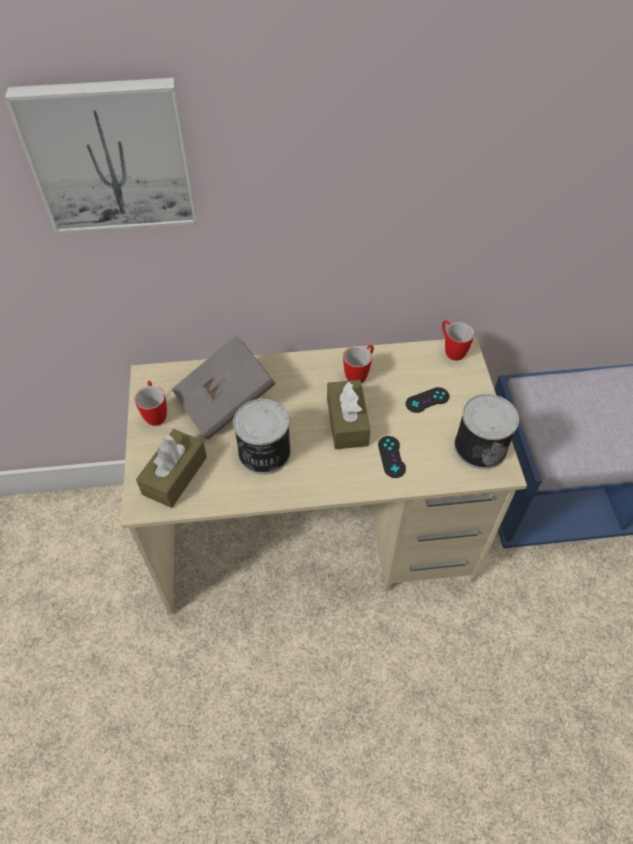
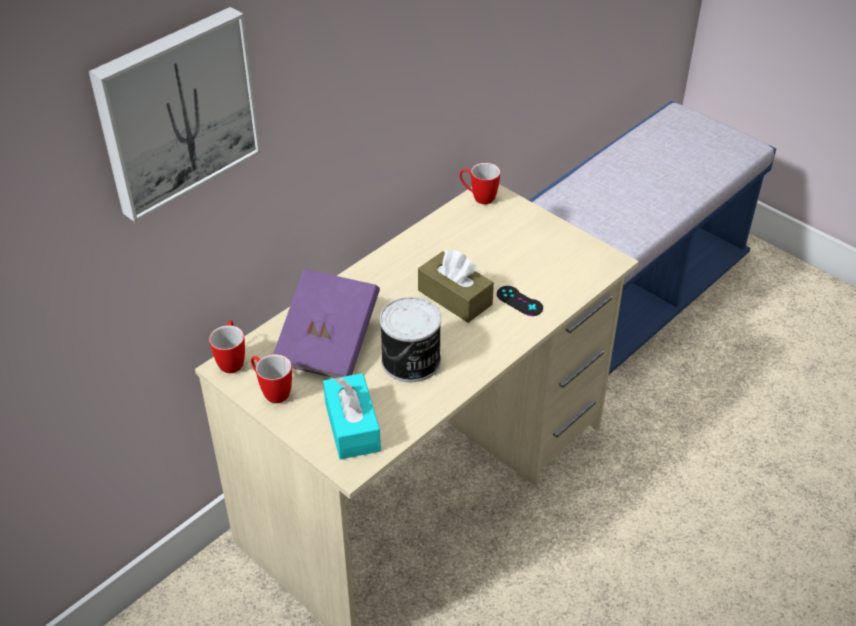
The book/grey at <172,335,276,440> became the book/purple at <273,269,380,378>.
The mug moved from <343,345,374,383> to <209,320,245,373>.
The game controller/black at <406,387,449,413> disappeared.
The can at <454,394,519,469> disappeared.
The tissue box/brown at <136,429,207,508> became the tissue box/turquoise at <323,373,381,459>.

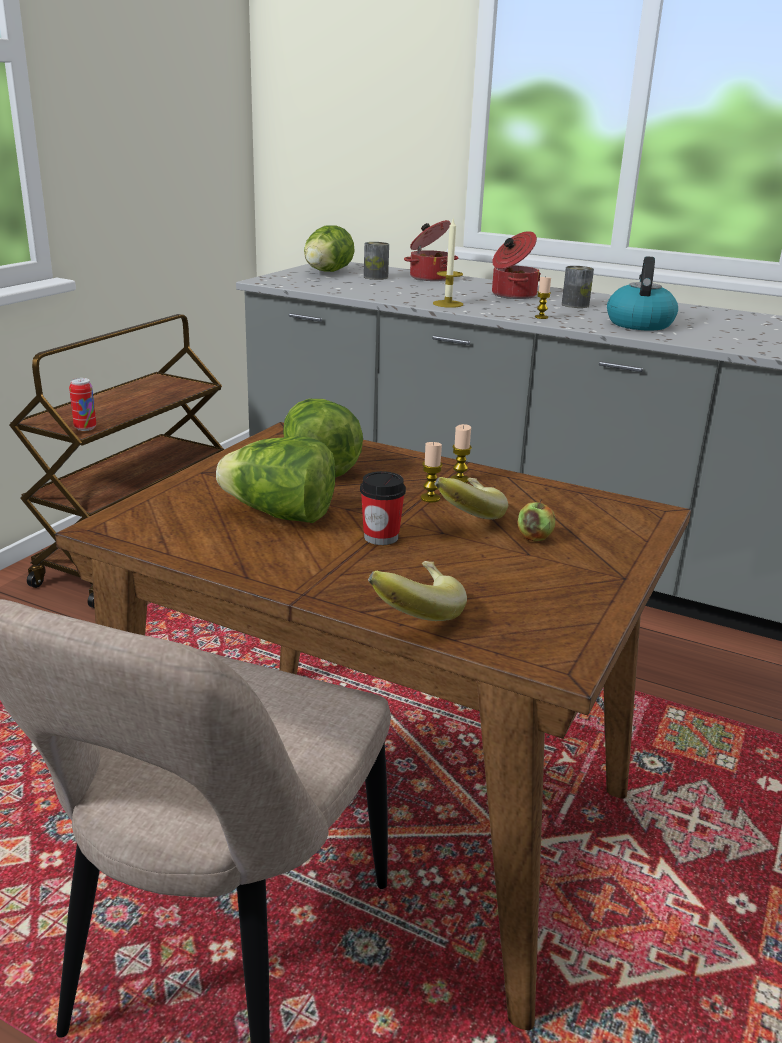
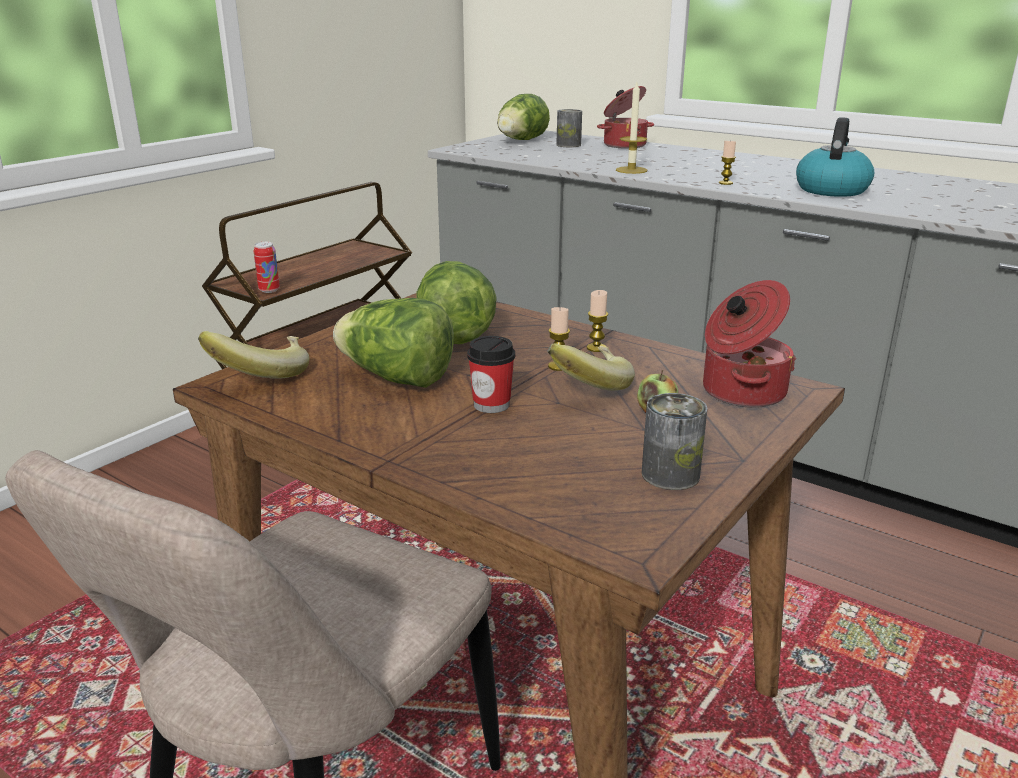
The cooking pot moved from <492,231,541,299> to <703,280,796,408>.
The can moved from <562,266,594,308> to <642,393,708,490>.
The banana moved from <368,561,467,621> to <198,331,310,379>.

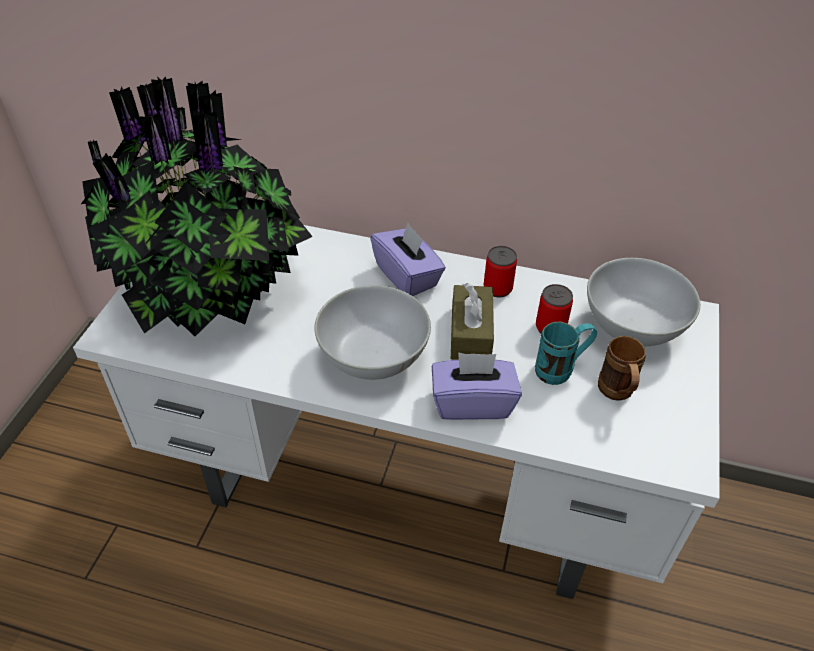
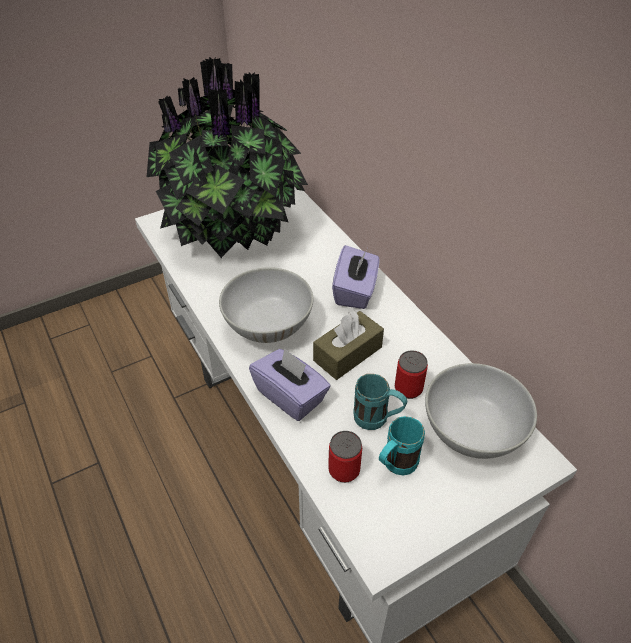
The can moved from <484,246,517,297> to <328,431,362,483>.
The mug/brown at <598,336,646,401> became the mug/turquoise at <379,416,425,475>.

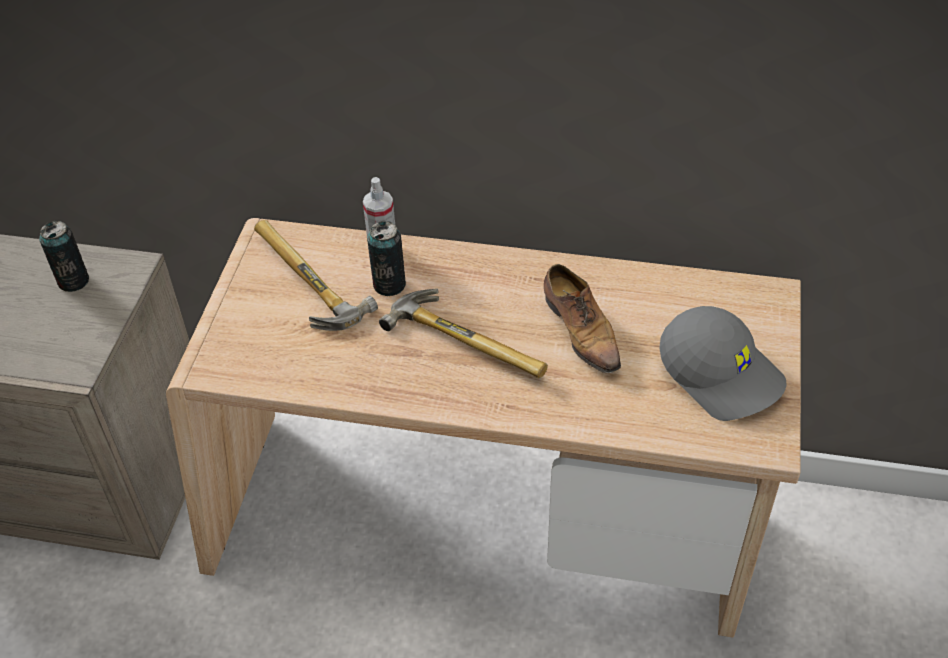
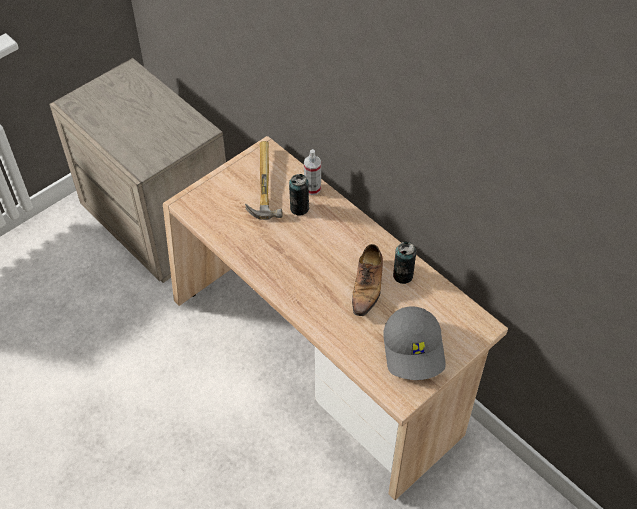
The can moved from <39,221,89,292> to <393,241,416,284>.
The hammer at <379,289,548,378> disappeared.

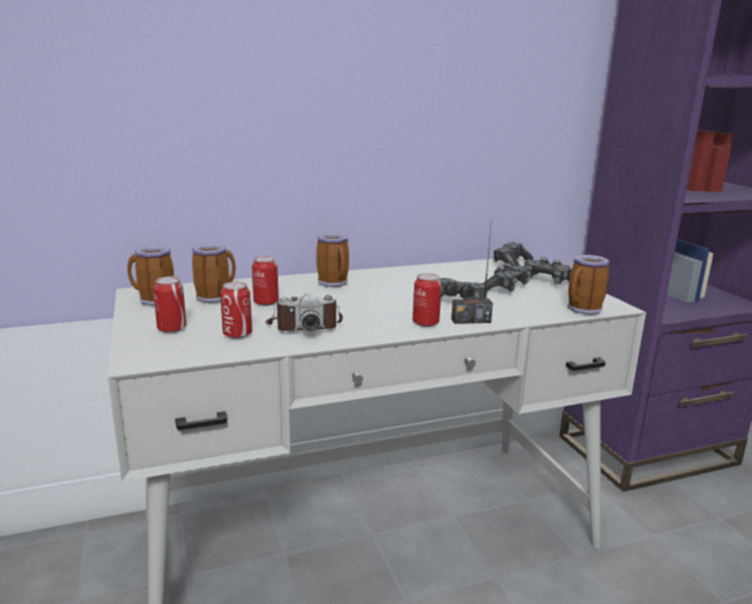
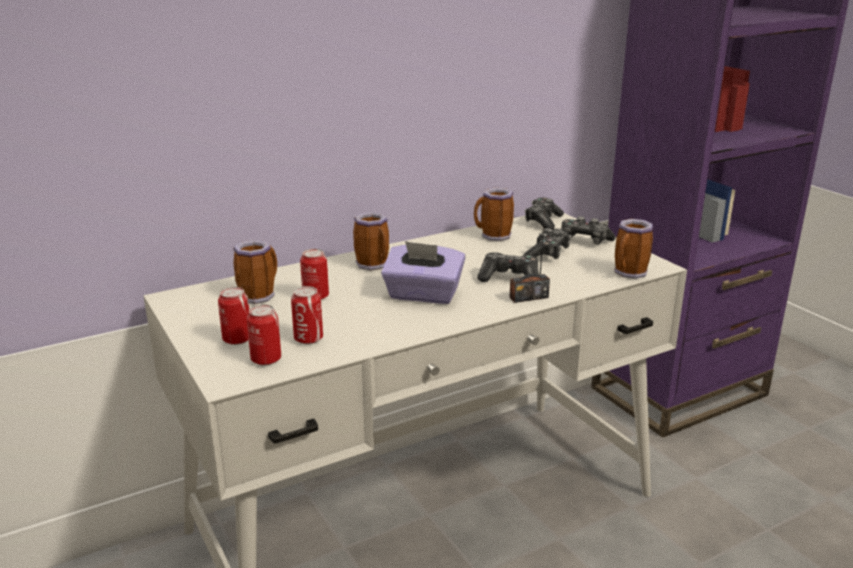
The mug moved from <127,246,174,306> to <474,188,514,241>.
The can moved from <413,273,441,327> to <247,304,281,365>.
The photo camera at <265,293,343,331> disappeared.
The tissue box/purple at <381,241,465,304> appeared.

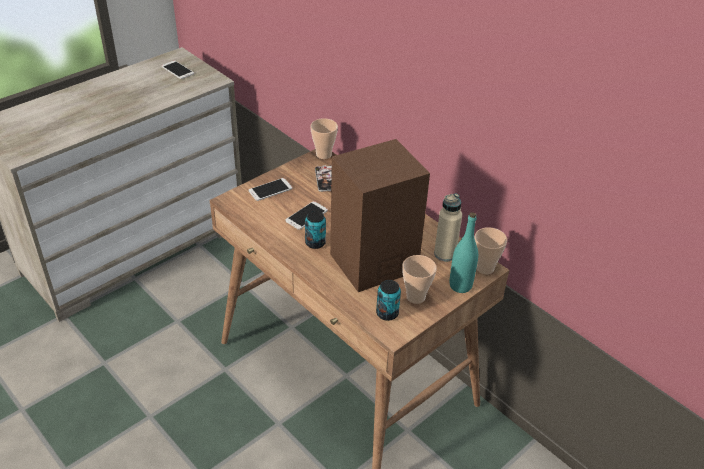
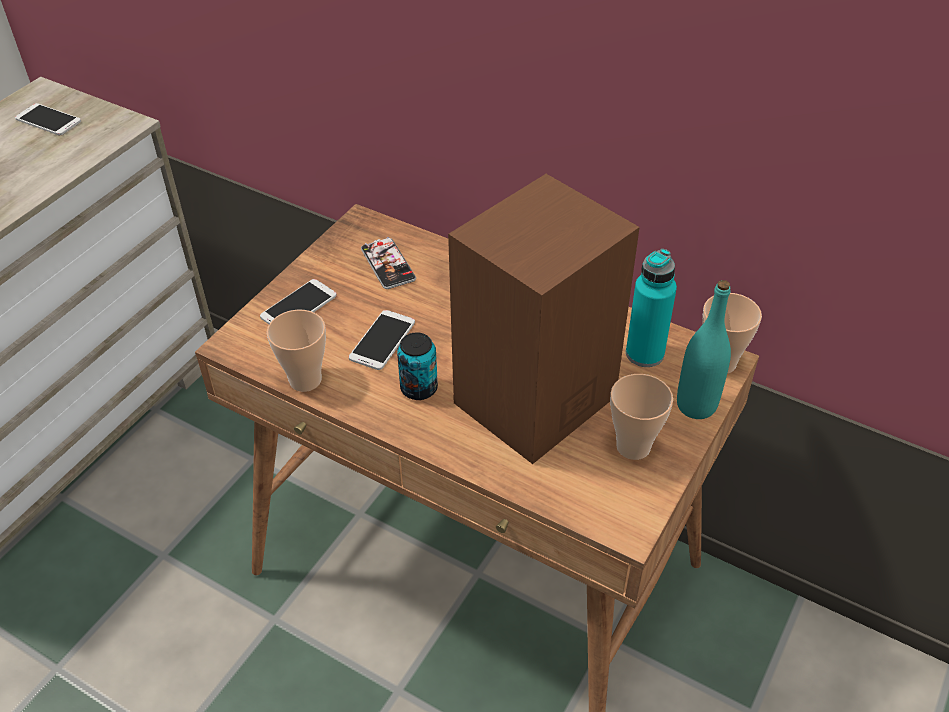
The cup moved from <310,118,338,159> to <267,310,326,392>.
The bottle/beige at <434,193,462,261> became the bottle/turquoise at <626,249,677,367>.
The can at <376,280,401,321> disappeared.

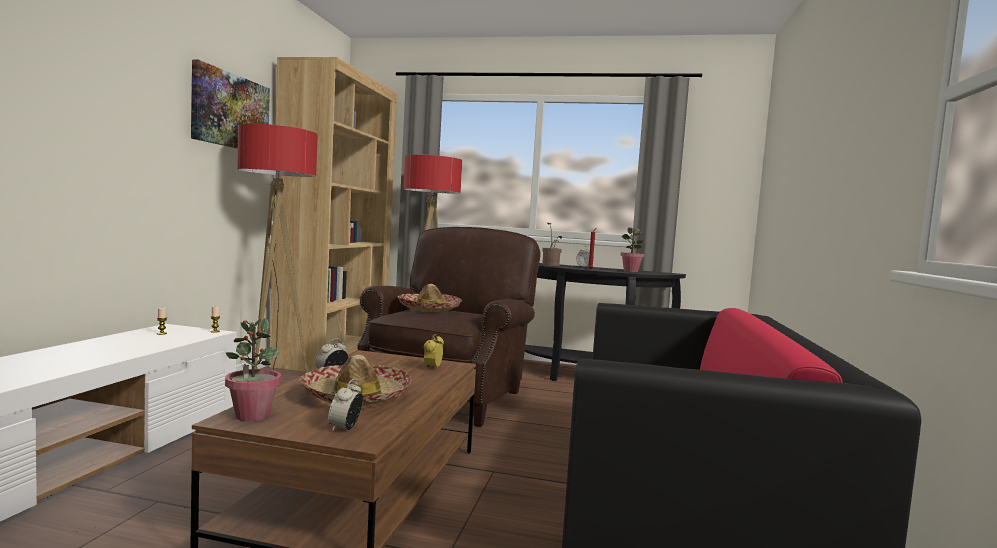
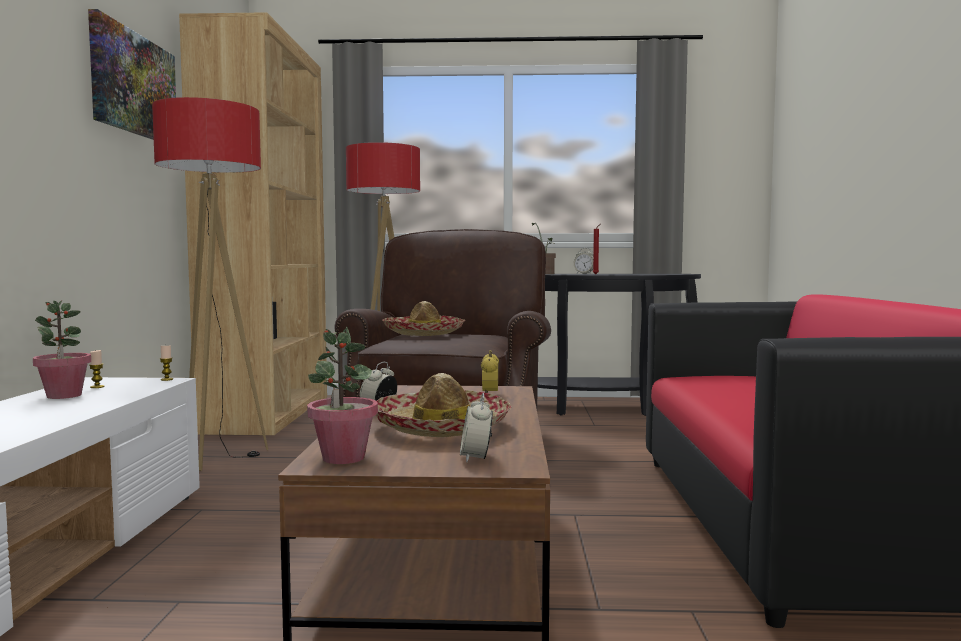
The potted plant moved from <621,228,644,272> to <33,300,91,399>.

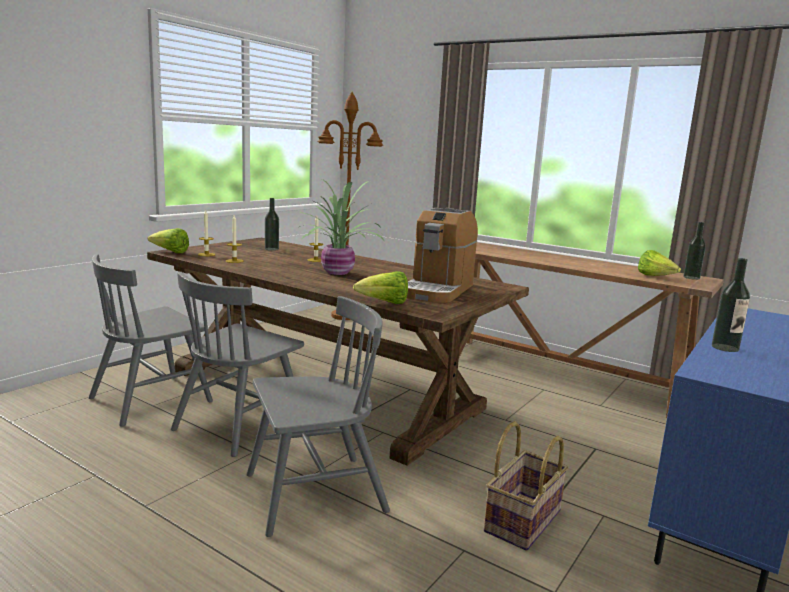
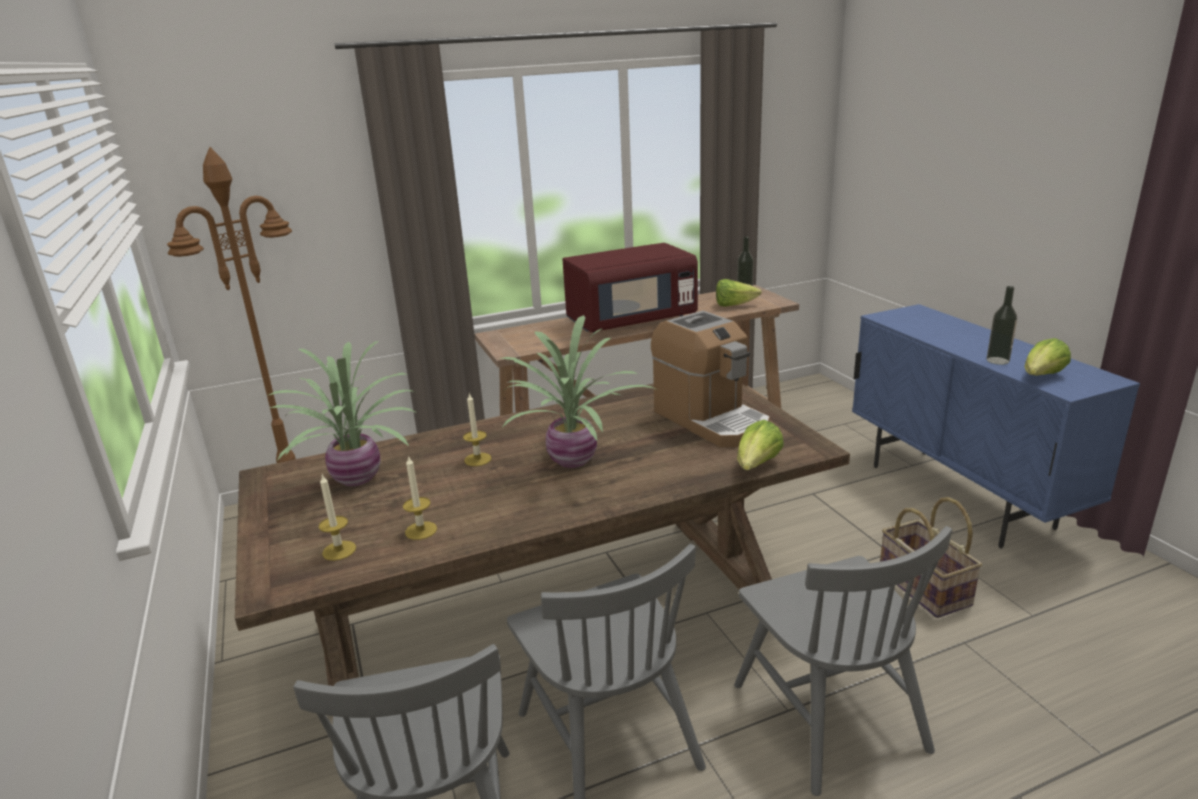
The bottle at <265,198,279,251> was replaced by the potted plant at <269,341,417,486>.
The lettuce moved from <148,228,189,253> to <1025,338,1071,376>.
The chair/grey at <247,296,390,537> turned 150 degrees clockwise.
The microwave/red at <562,243,698,333> appeared.

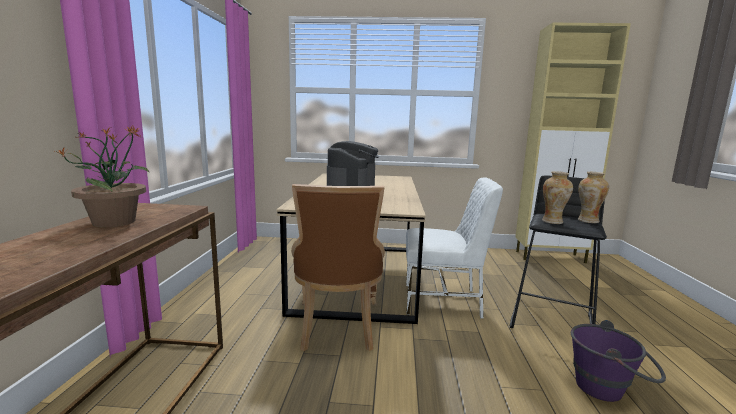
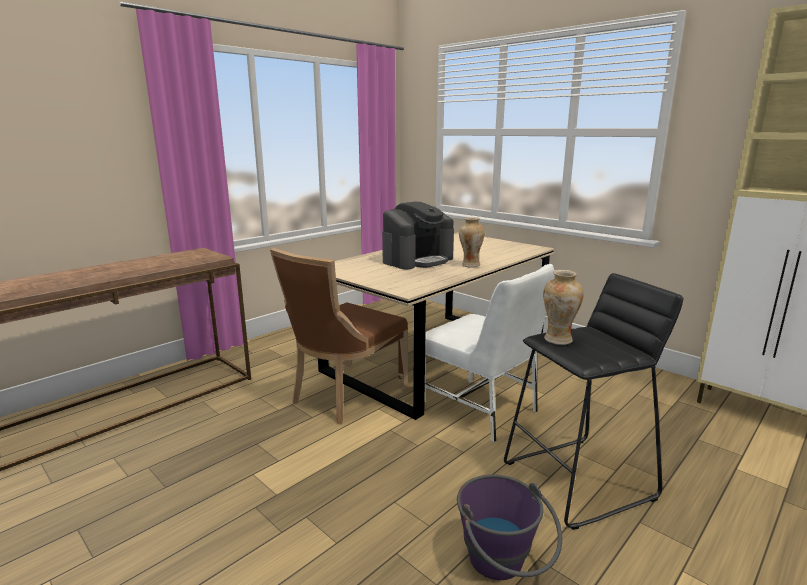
The potted plant at <55,126,150,227> disappeared.
The vase moved from <578,172,609,223> to <459,217,485,267>.

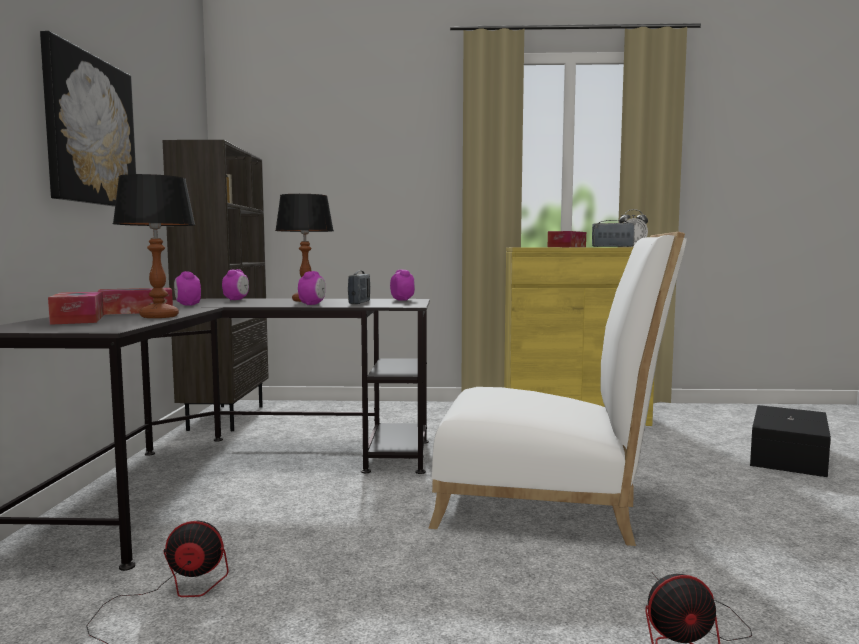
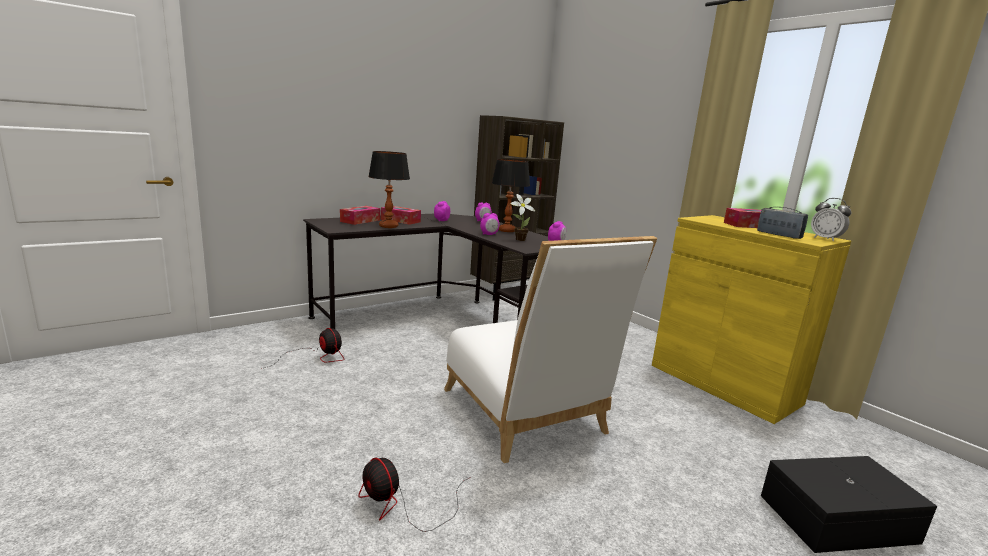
The picture at <40,31,136,207> disappeared.
The radio at <348,271,370,304> was replaced by the potted plant at <510,194,535,241>.

